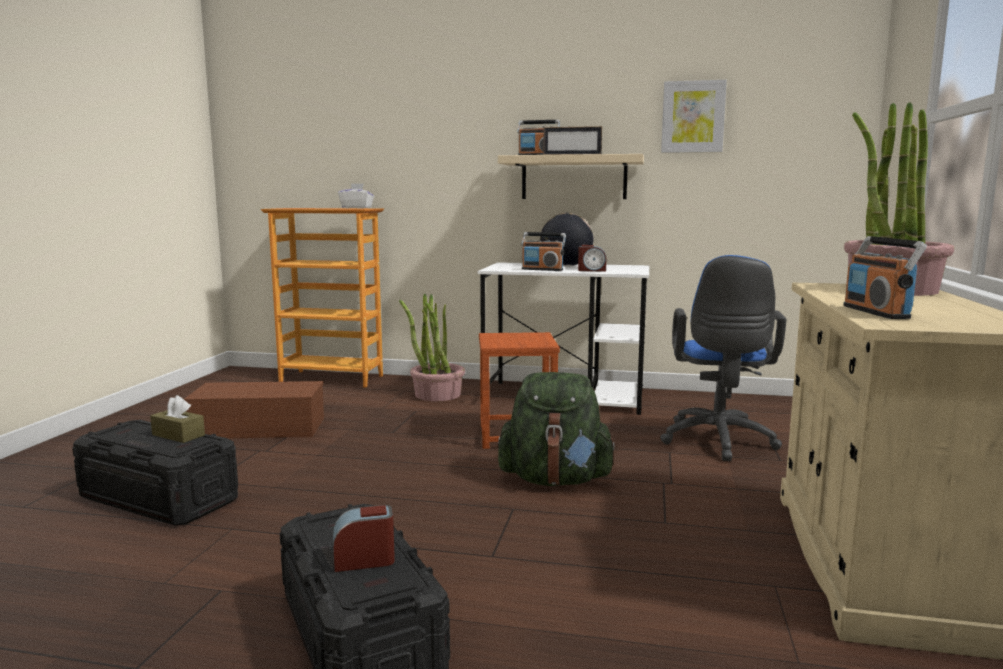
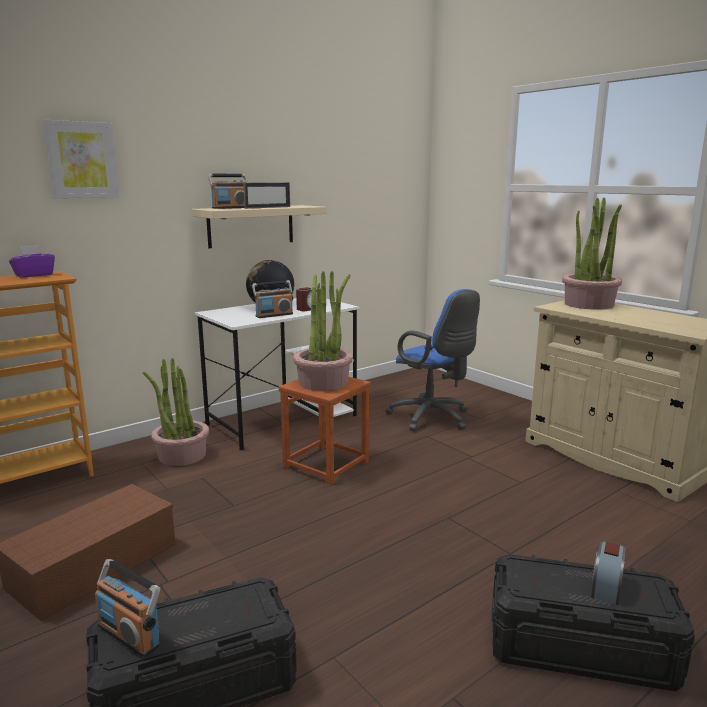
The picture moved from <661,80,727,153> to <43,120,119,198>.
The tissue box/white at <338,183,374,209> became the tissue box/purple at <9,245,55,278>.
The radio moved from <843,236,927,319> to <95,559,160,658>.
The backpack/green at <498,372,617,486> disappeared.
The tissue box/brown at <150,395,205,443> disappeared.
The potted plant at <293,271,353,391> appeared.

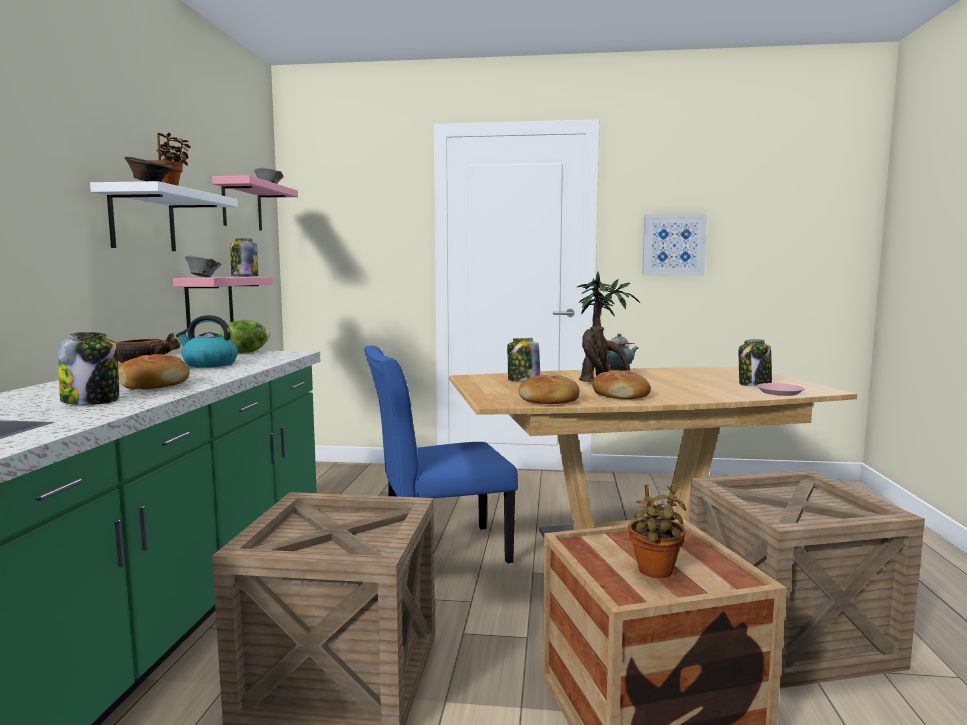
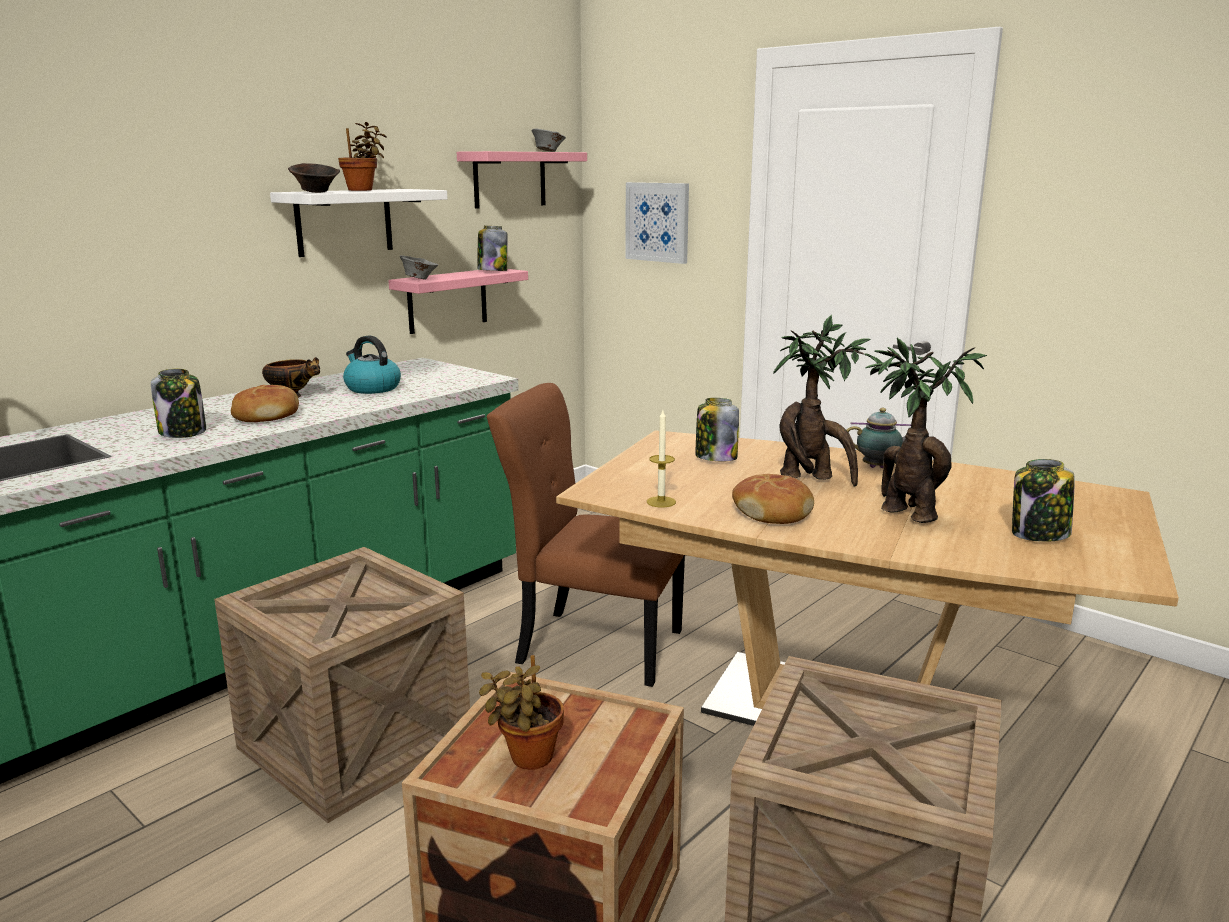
The picture moved from <642,214,707,275> to <625,182,689,264>.
The lettuce at <219,320,270,354> disappeared.
The chair/blue at <364,346,518,563> became the chair/brown at <486,383,685,687>.
The bread at <518,375,580,404> was replaced by the candle at <647,410,676,507>.
The plate/pink at <757,383,804,396> disappeared.
The potted plant at <865,338,987,523> appeared.

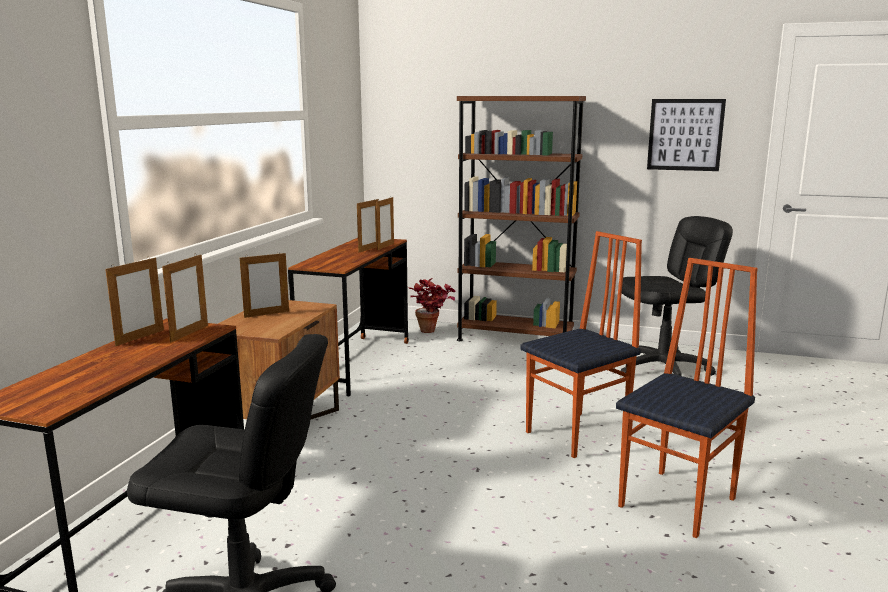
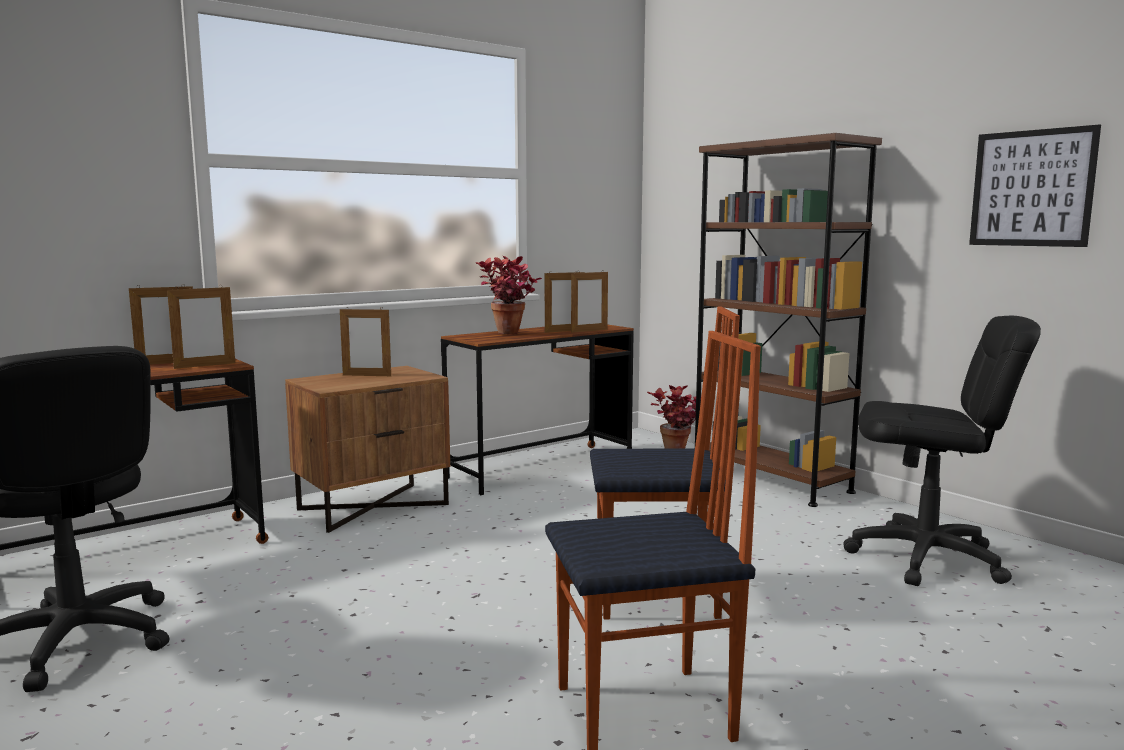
The potted plant at <476,256,542,334> appeared.

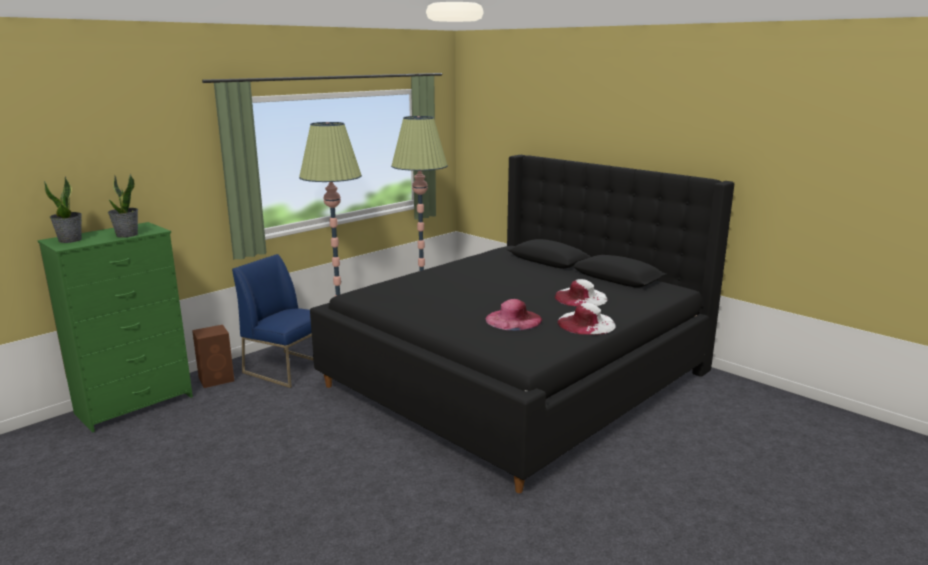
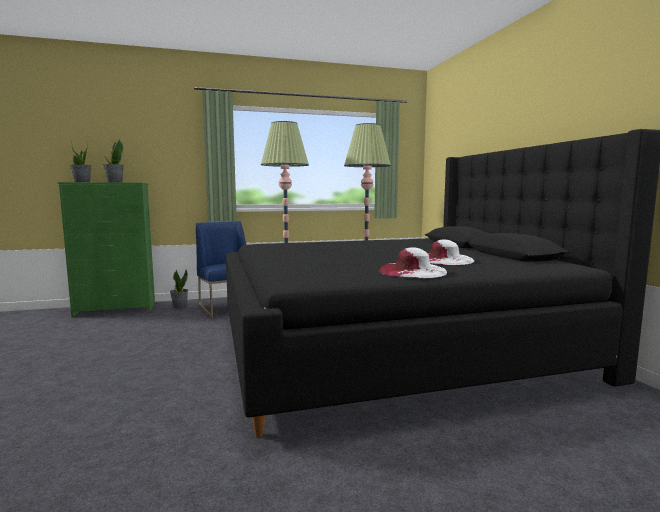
The hat/pink at <486,299,543,331> disappeared.
The speaker/brown at <192,325,234,388> was replaced by the potted plant at <170,269,188,308>.

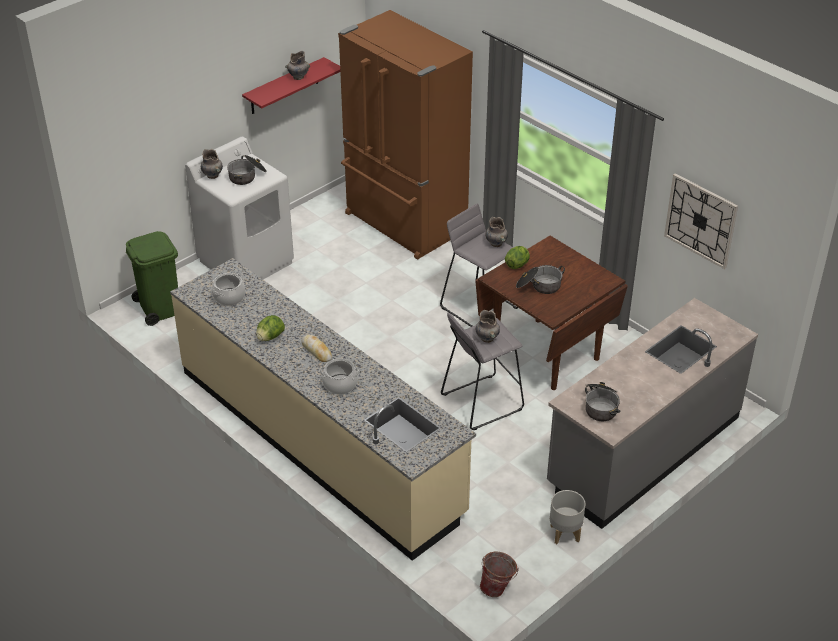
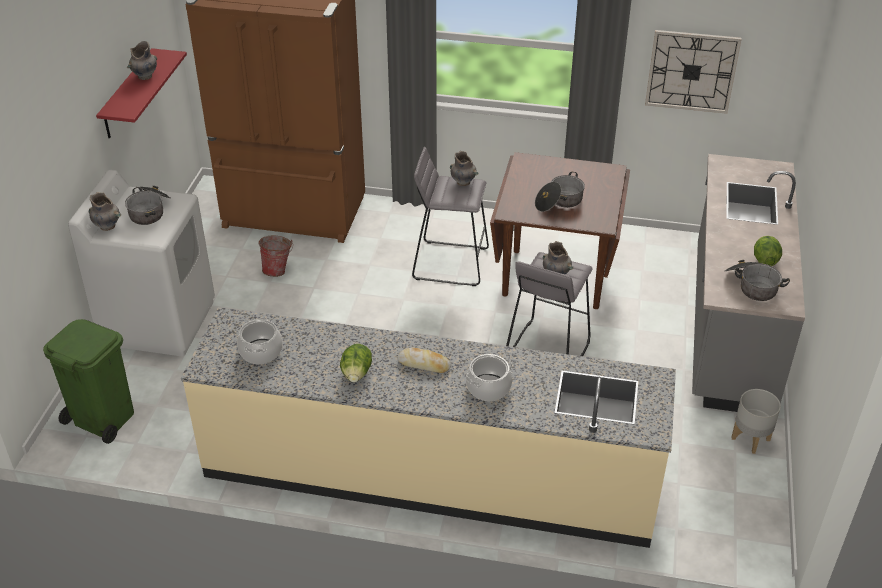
The lettuce moved from <505,246,530,269> to <754,236,782,266>.
The bucket moved from <480,552,519,597> to <258,236,293,277>.

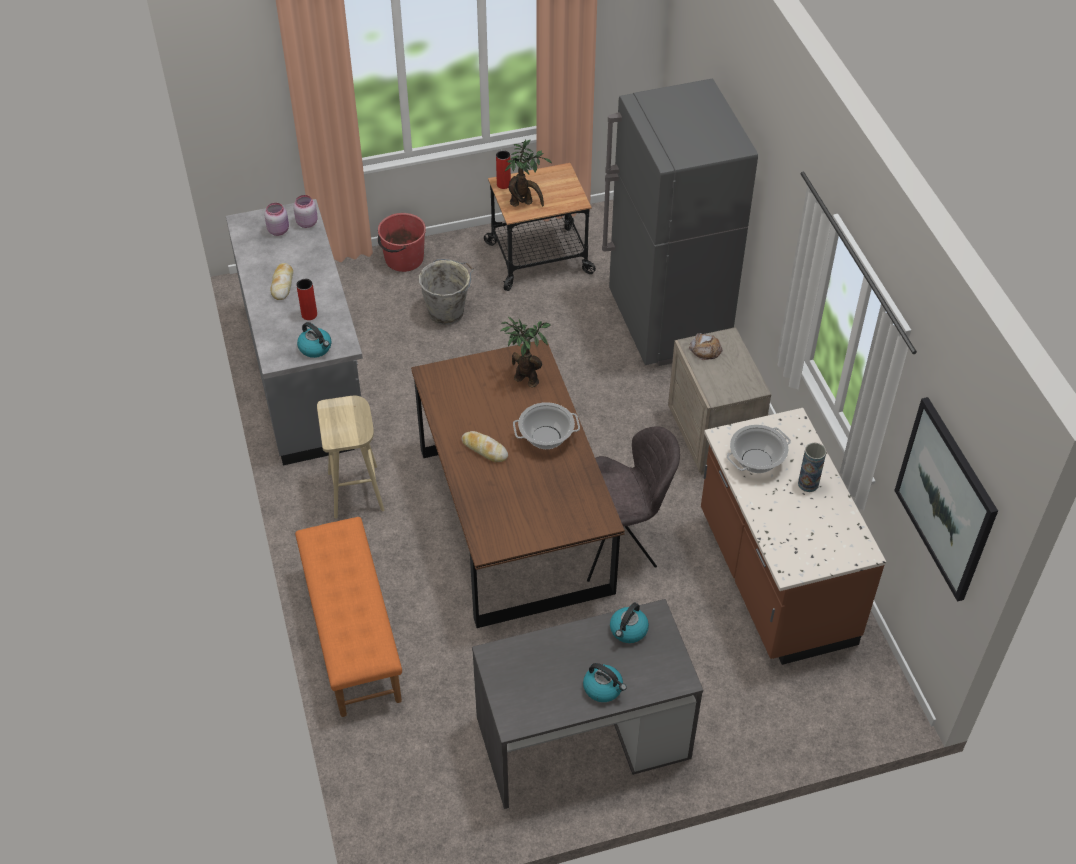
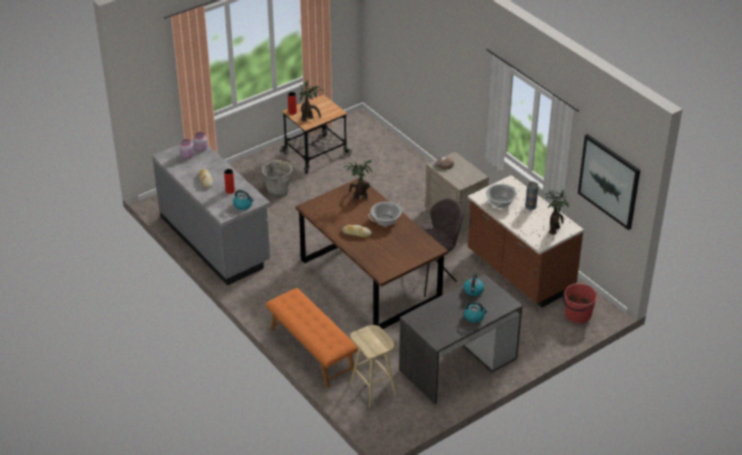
The fridge/grey at <602,79,758,366> disappeared.
The bucket/red moved from <378,213,426,272> to <563,283,598,323>.
The stool/beige moved from <317,396,384,519> to <350,325,396,407>.
The potted plant at <545,189,570,235> appeared.

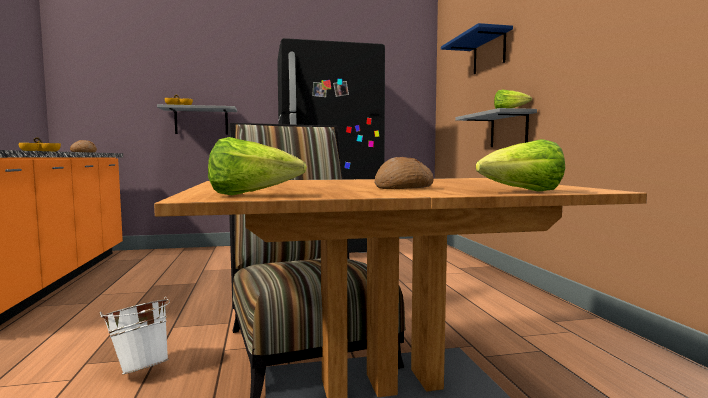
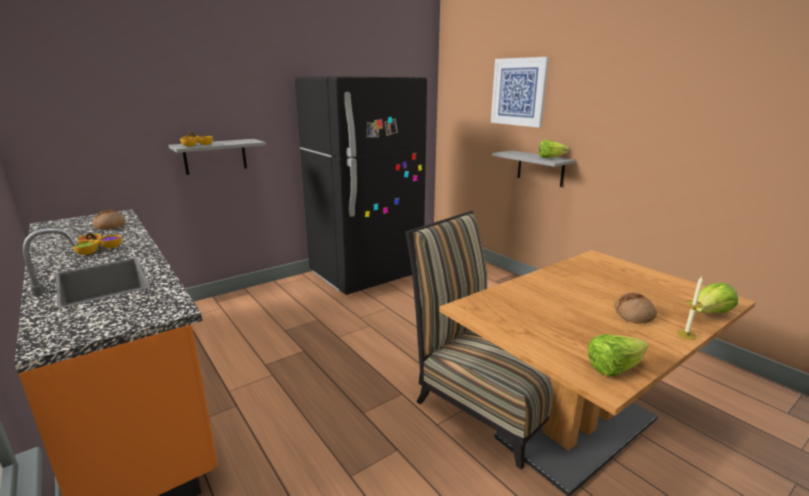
The shelf/blue at <441,23,513,74> was replaced by the picture at <491,57,549,128>.
The bucket/white at <100,297,170,374> disappeared.
The candle at <677,276,703,340> appeared.

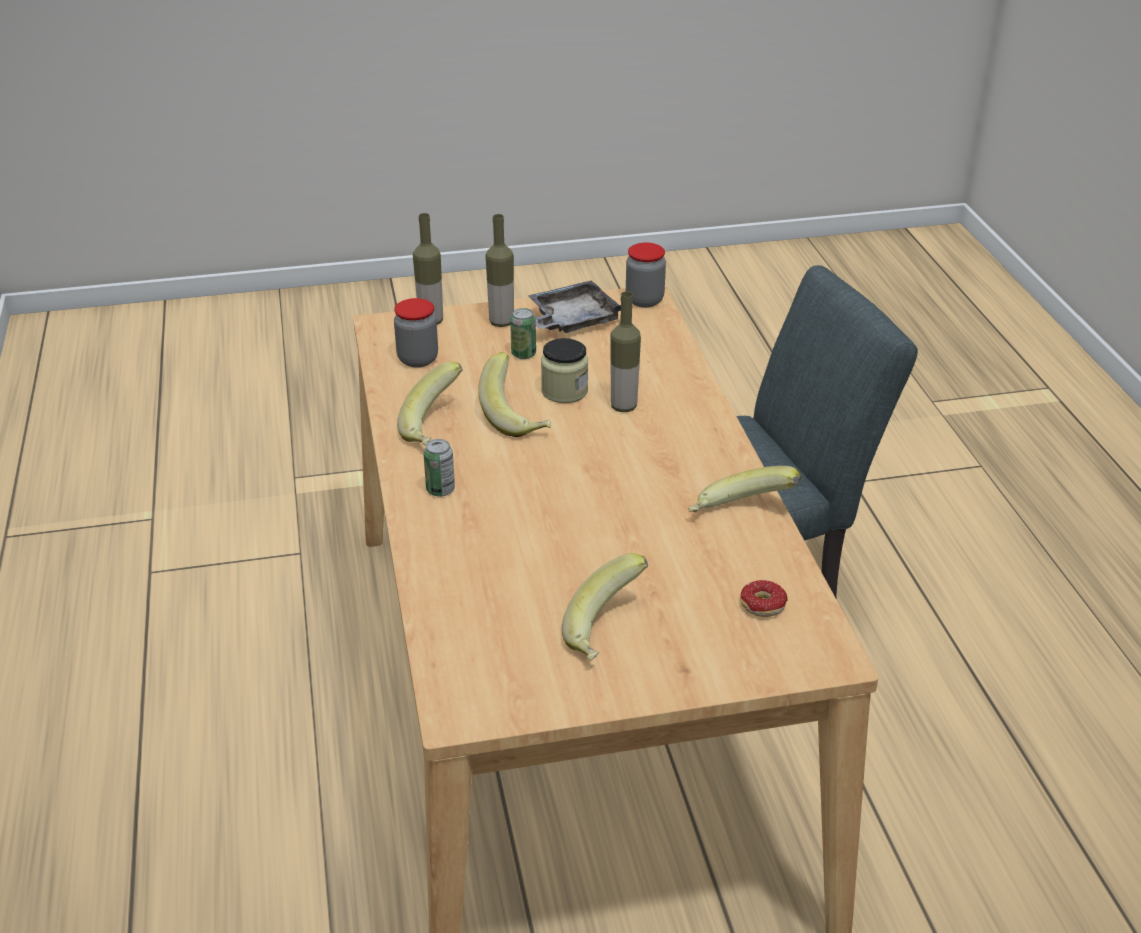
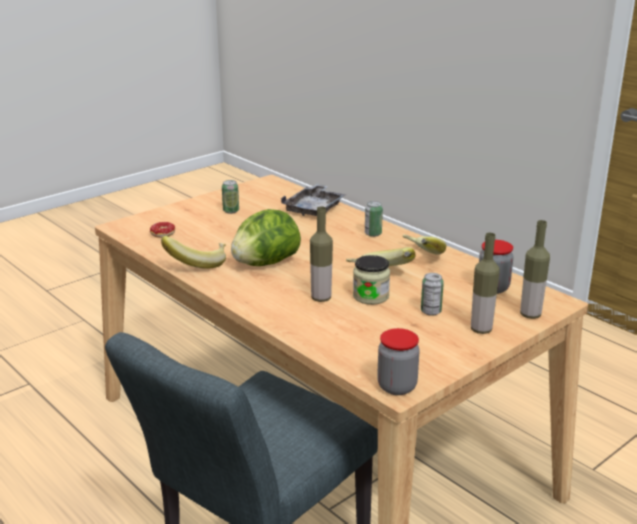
The tray/grey moved from <528,281,621,333> to <281,184,346,216>.
The banana at <562,553,648,661> was replaced by the can at <222,180,239,214>.
The lettuce at <231,209,301,266> appeared.

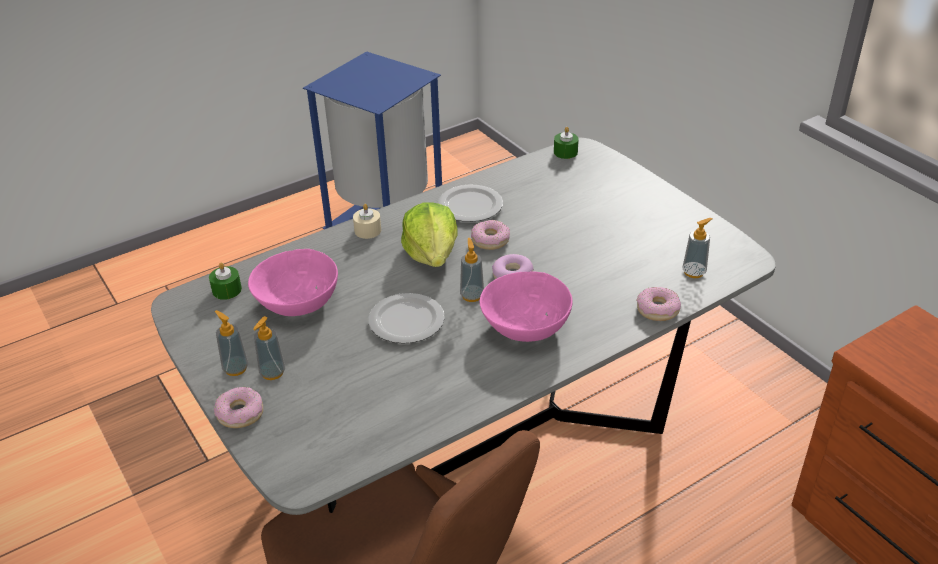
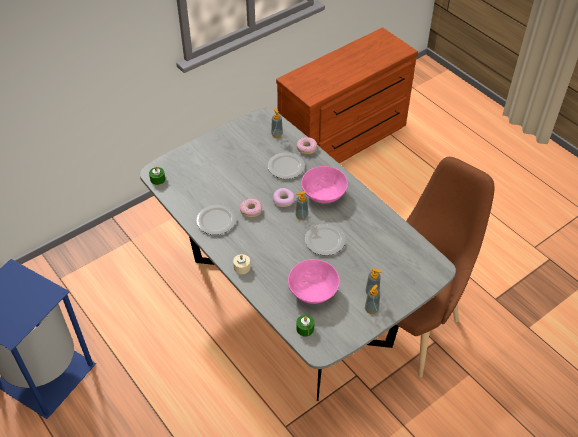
The lettuce at <401,202,457,267> disappeared.
The donut at <214,387,263,428> disappeared.
The plate at <268,152,305,179> appeared.

